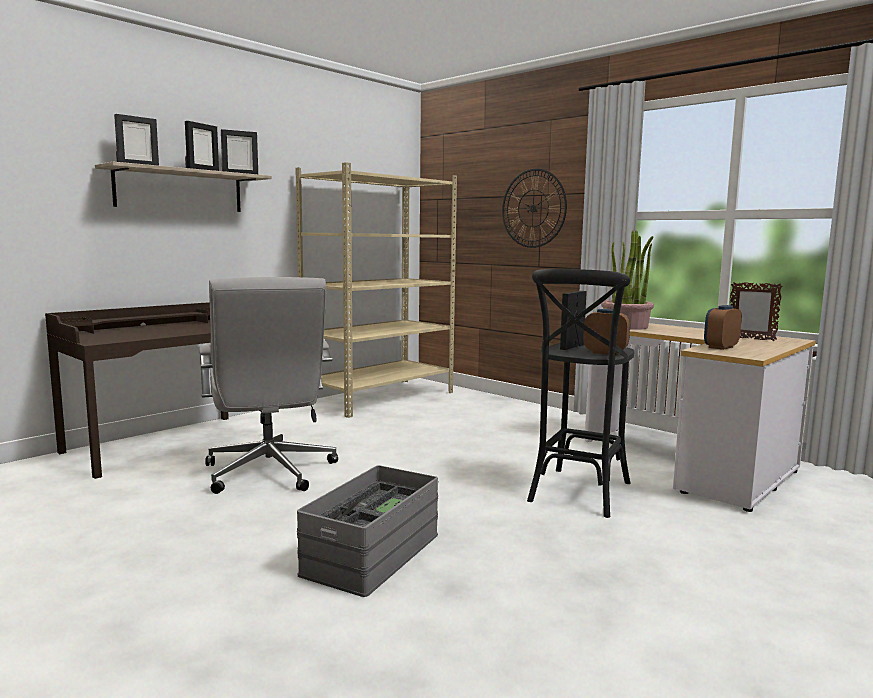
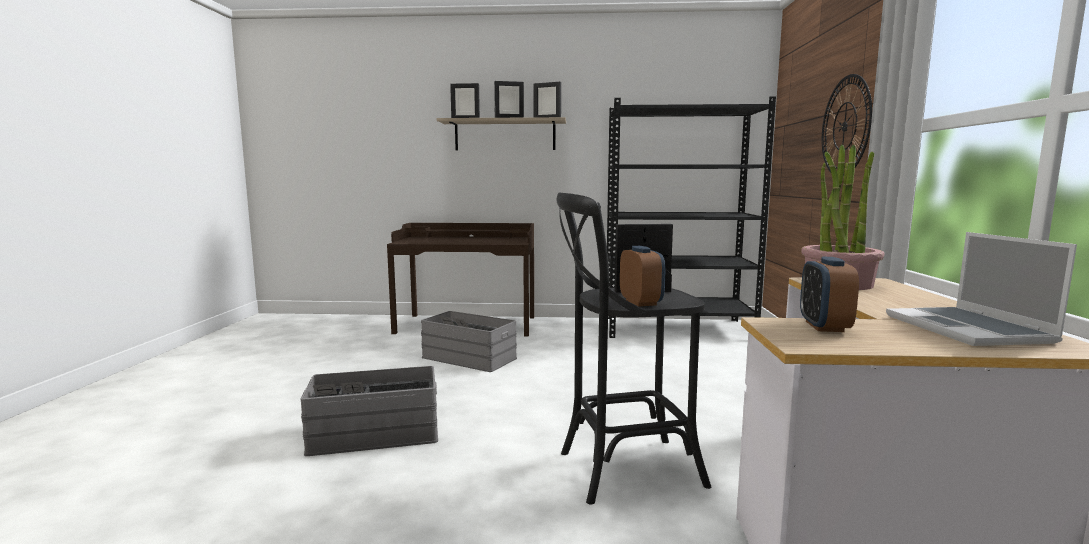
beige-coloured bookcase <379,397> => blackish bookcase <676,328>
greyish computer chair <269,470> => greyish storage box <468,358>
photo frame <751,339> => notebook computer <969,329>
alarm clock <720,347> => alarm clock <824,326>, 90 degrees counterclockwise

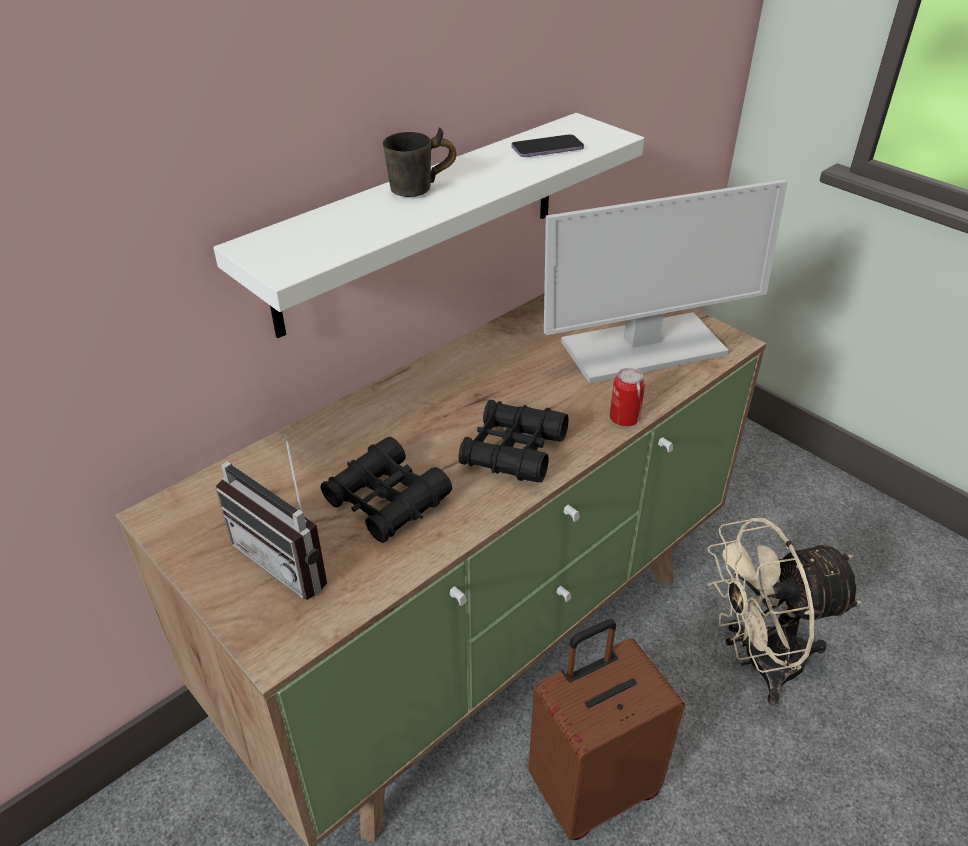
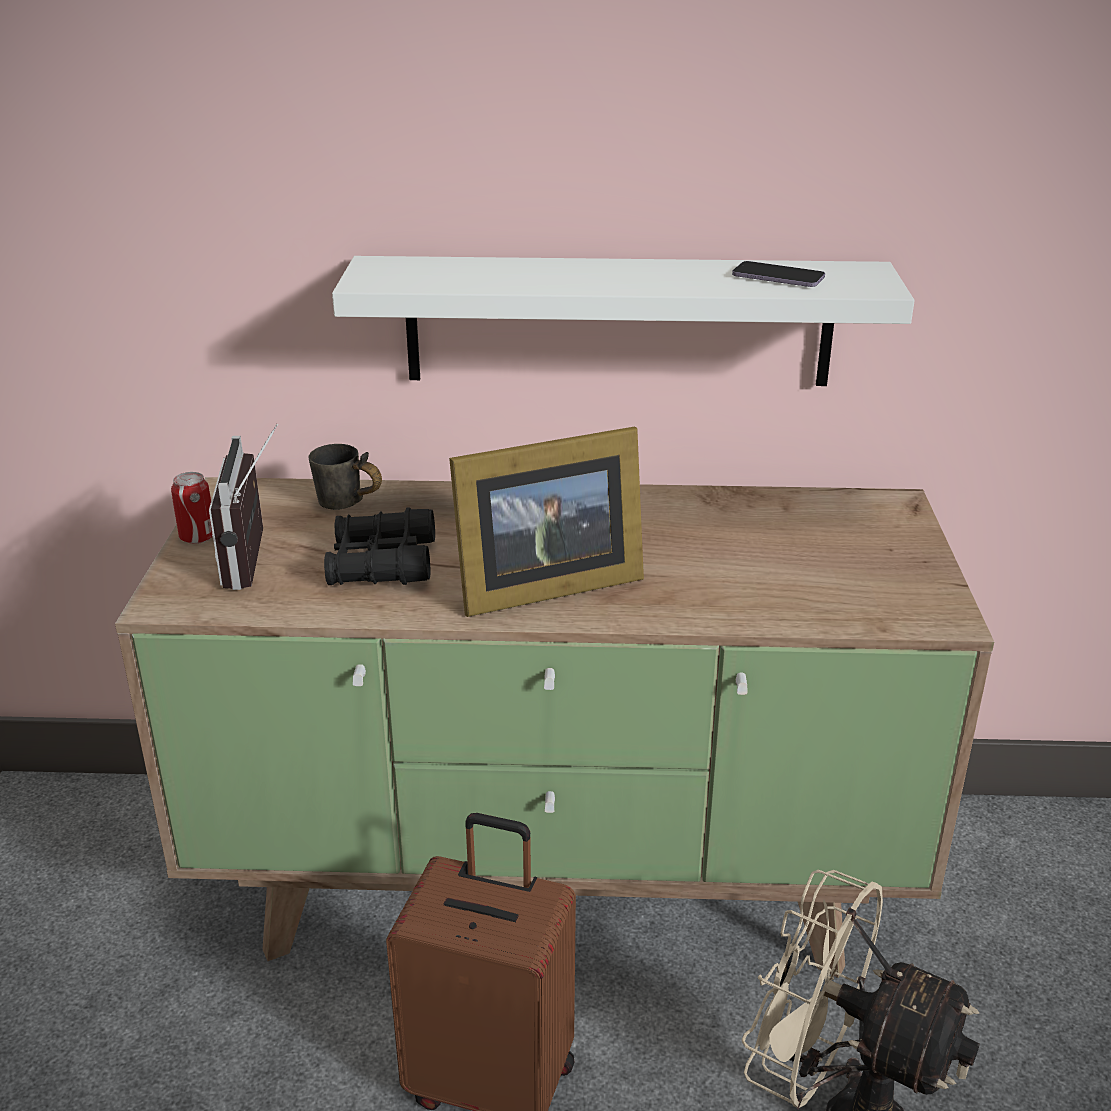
greyish mug <421,192> => greyish mug <345,507>, move
computer display <642,349> => nothing
metal can <624,419> => metal can <198,537>, move
blackish field glasses <513,451> => photo frame <541,586>

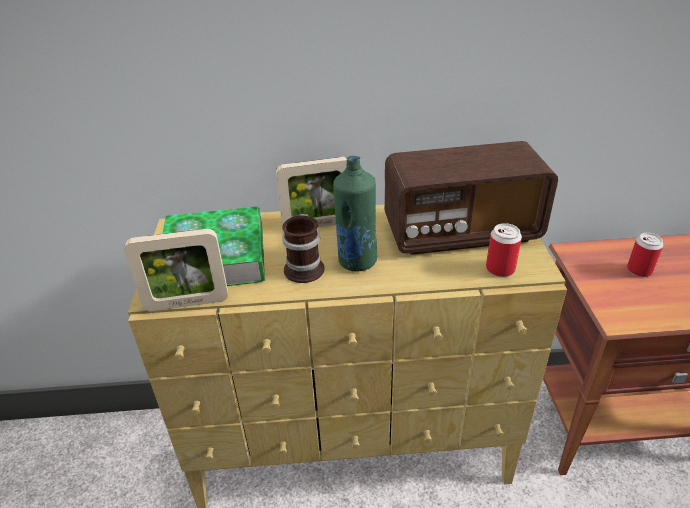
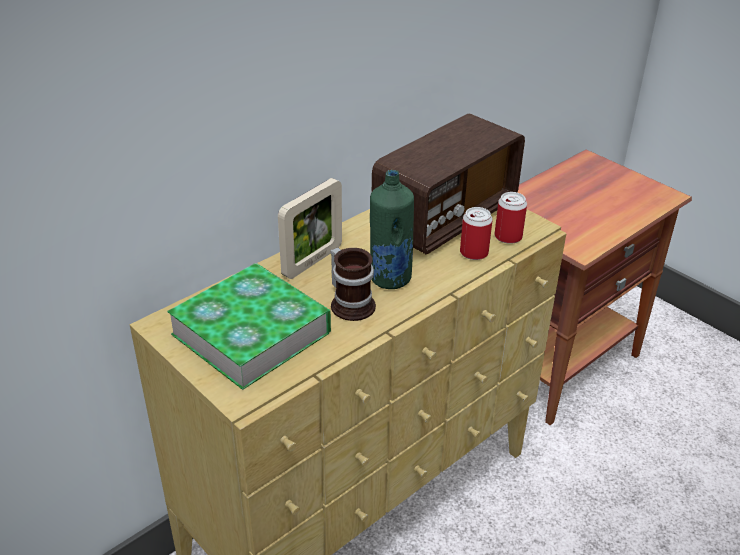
photo frame <187,303> => nothing
metal can <639,270> => metal can <474,253>, move

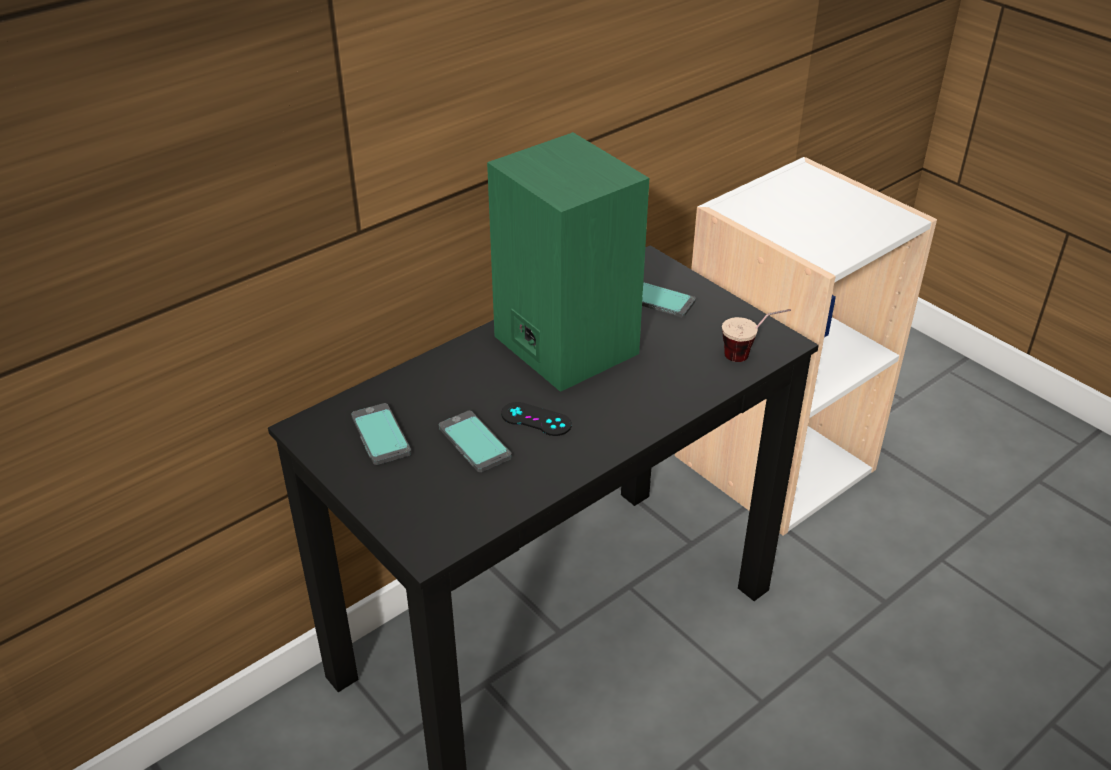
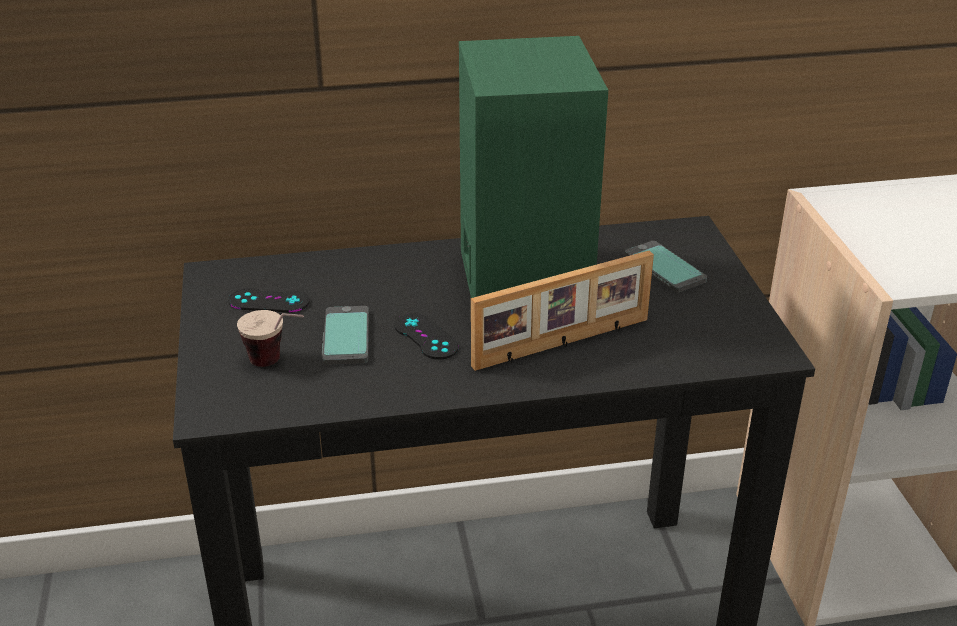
small cup <751,356> => small cup <278,365>, move
handset <380,435> => blackish joypad <269,301>
nothing => photo frame <563,344>

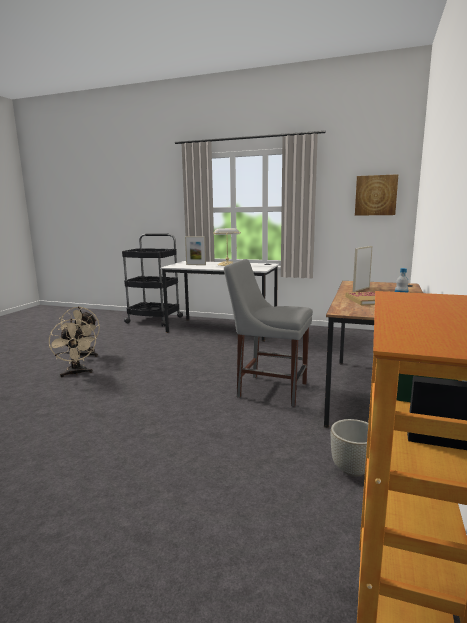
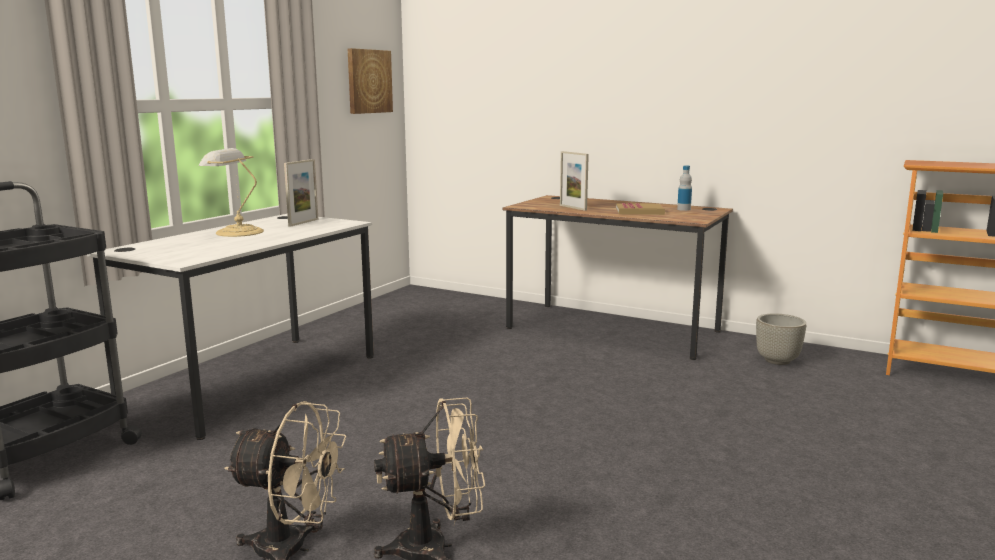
photo frame <196,265> => photo frame <303,222>, move
greyish plain chair <268,389> => nothing

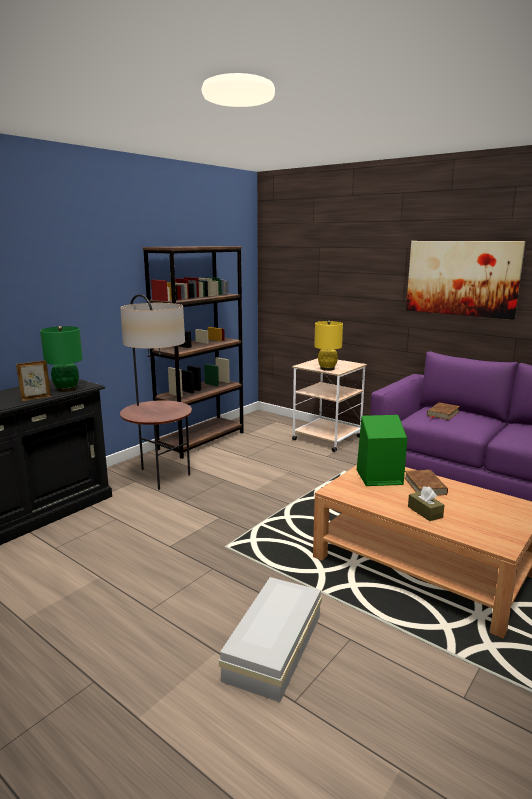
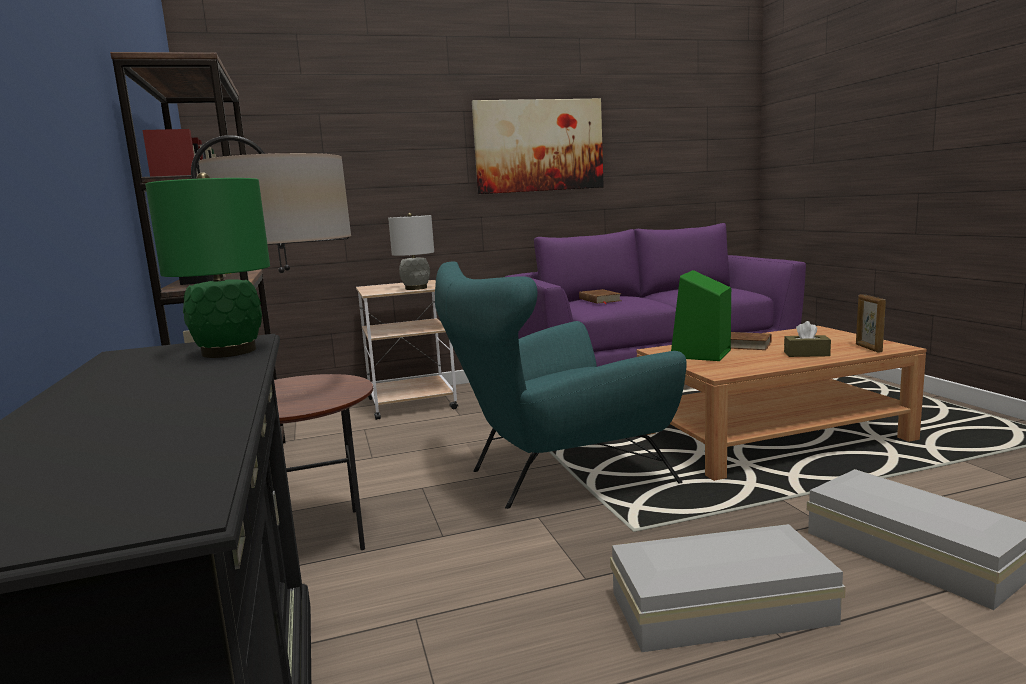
yellow tabletop lamp <327,369> => white-coloured tabletop lamp <416,288>
photo frame <36,398> => photo frame <868,348>, move
nothing => turquoise easy chair <552,474>
nothing => white-coloured storage box <725,609>

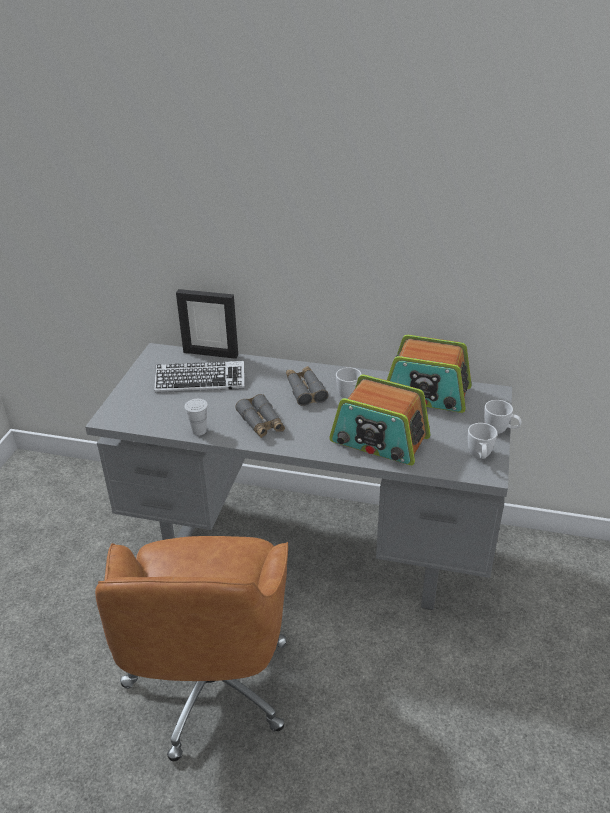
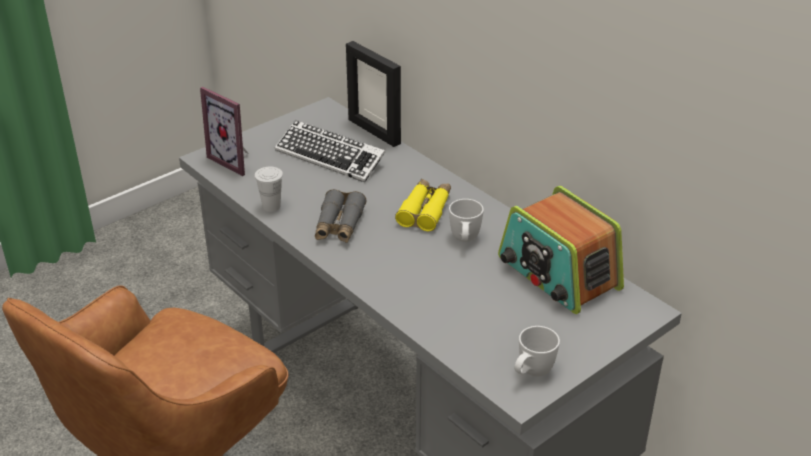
greyish field glasses <305,390> => yellow field glasses <425,210>
radio set <379,440> => nothing
white-coloured mug <500,431> => nothing
nothing => photo frame <235,160>

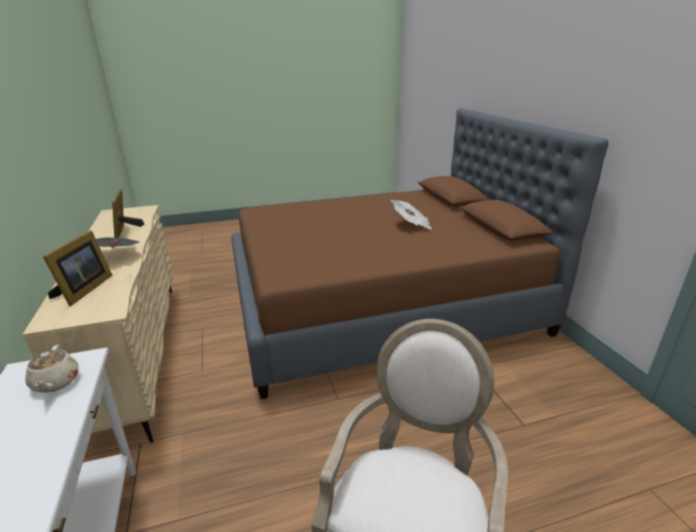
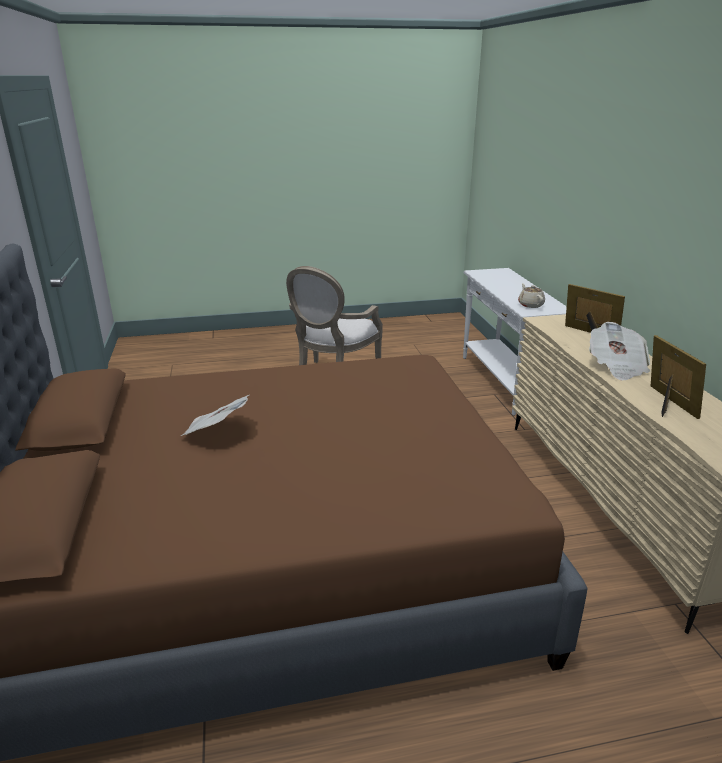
photo frame <83,290> => photo frame <590,335>, 120 degrees clockwise

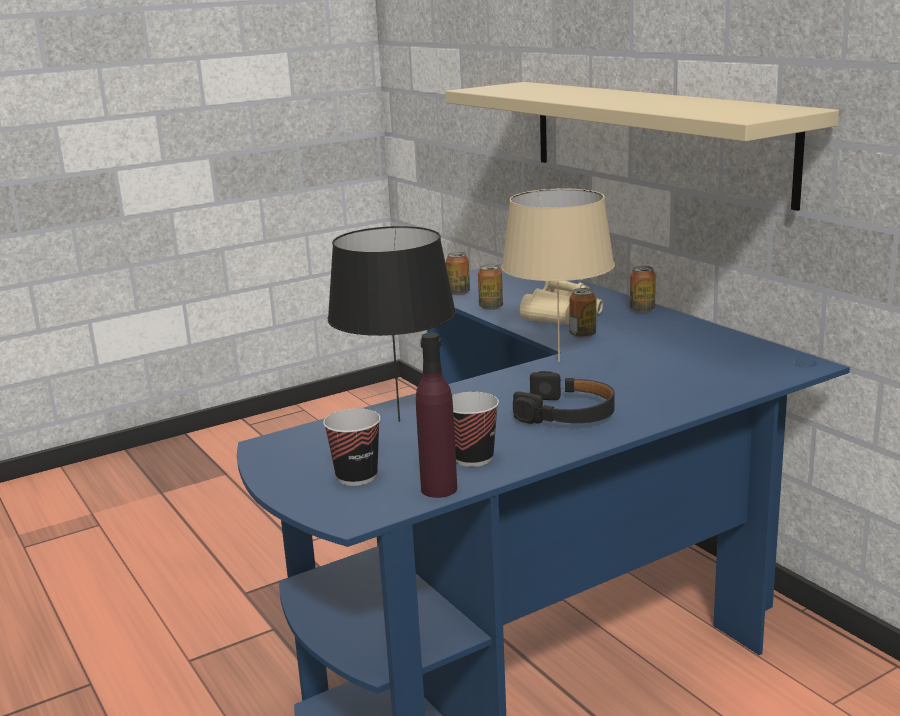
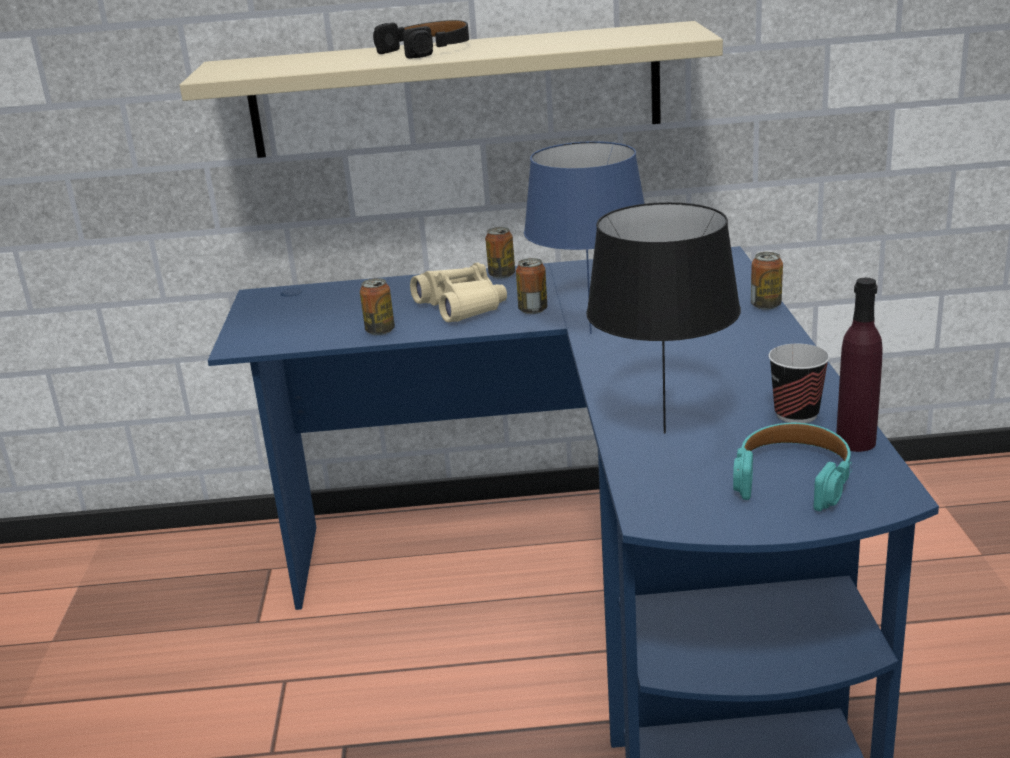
beige-coloured tabletop lamp <557,361> => bluish tabletop lamp <589,334>
metal can <458,292> => metal can <766,305>, move
blackish headphones <567,413> => blackish headphones <427,50>, move
small cup <356,477> => turquoise headphones <793,477>

